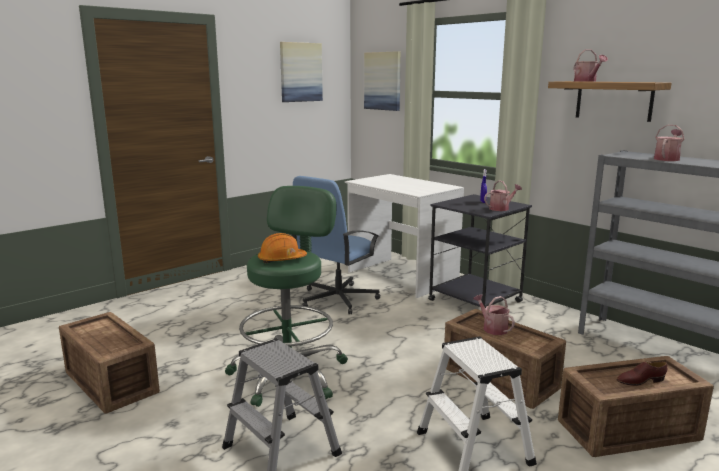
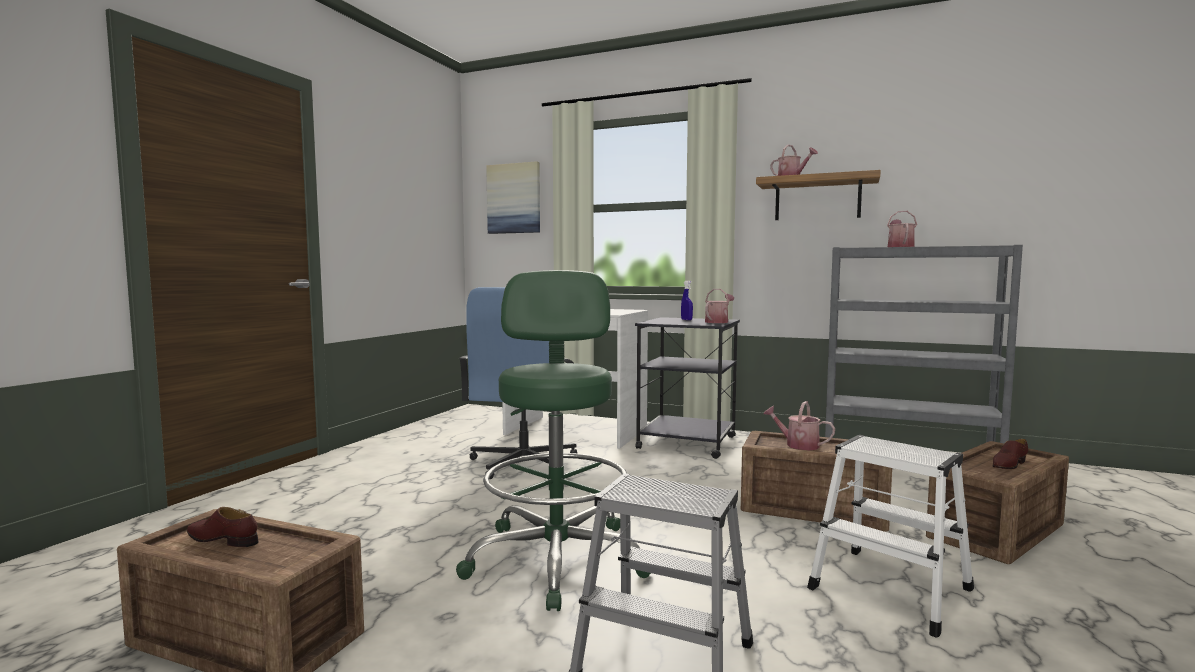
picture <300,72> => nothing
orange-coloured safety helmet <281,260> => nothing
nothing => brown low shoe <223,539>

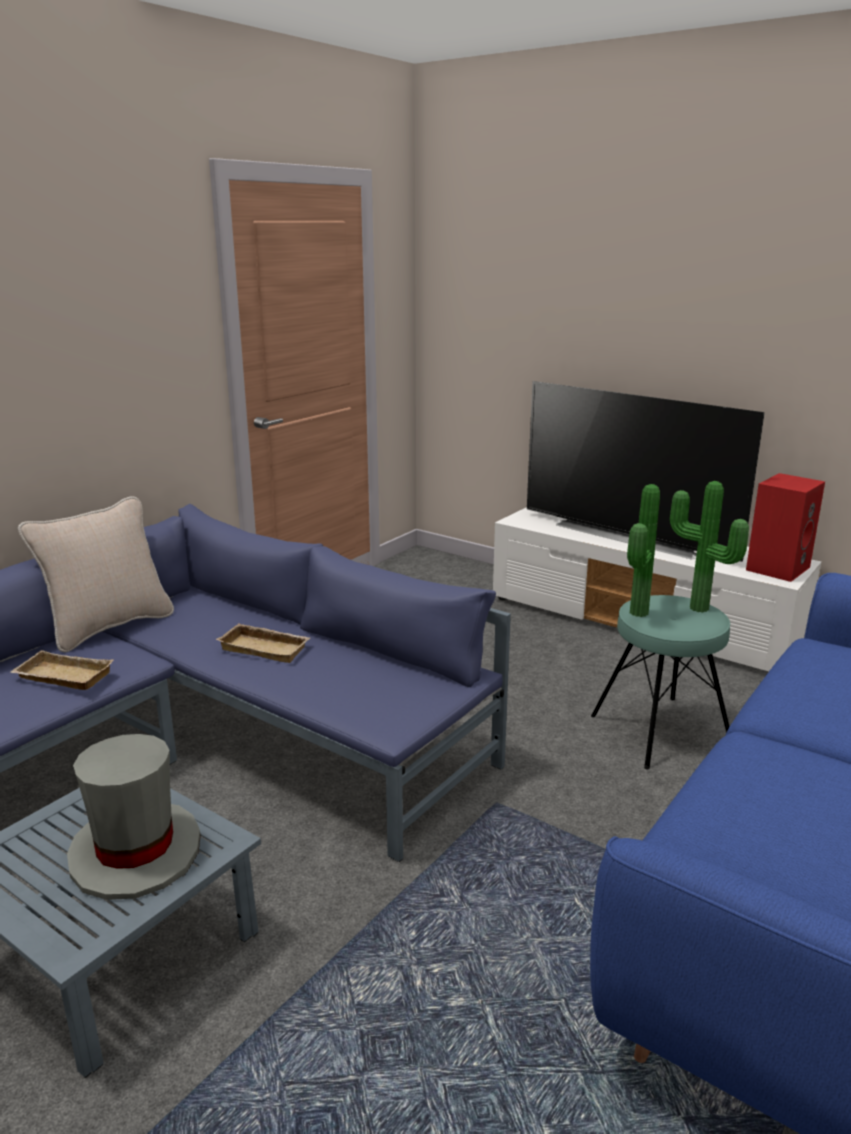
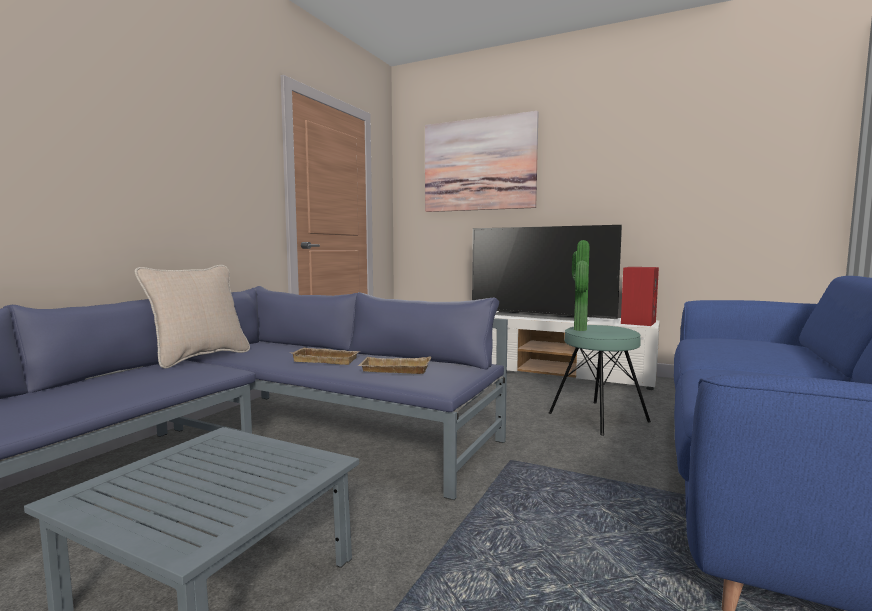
houseplant <697,609> => nothing
beige-coloured serving tray <61,677> => beige-coloured serving tray <394,370>, move
greyish clothing hat <136,852> => nothing
nothing => picture <479,165>

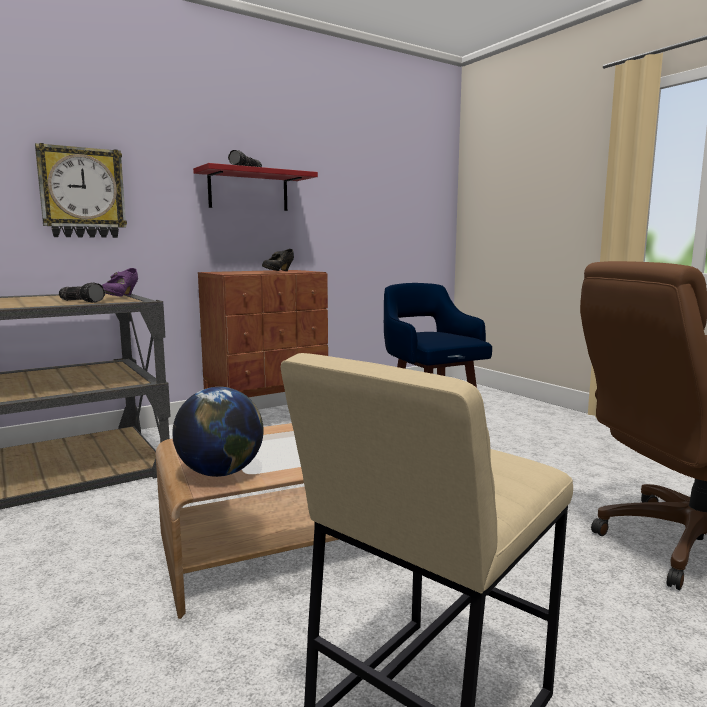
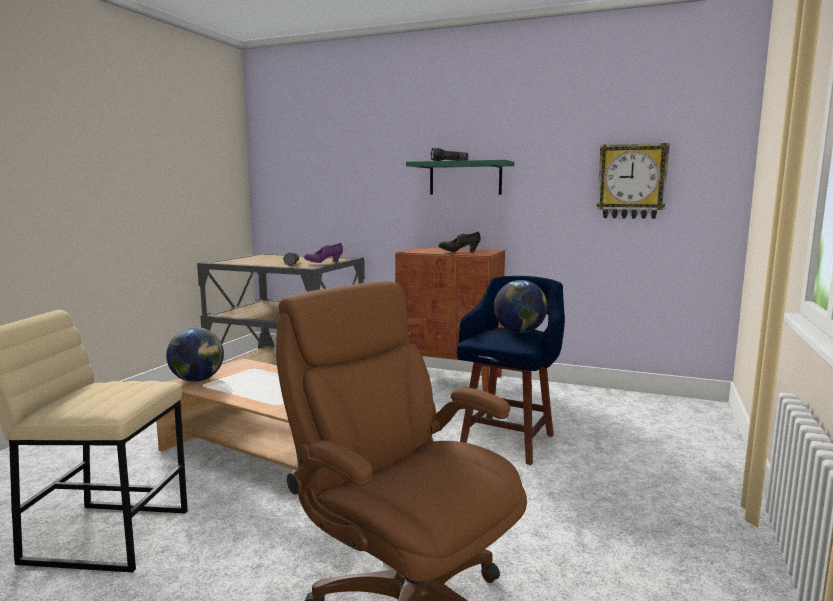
hanging clock <82,193> => hanging clock <631,181>, move
red shelf <248,191> => greenish shelf <465,178>
nothing => globe <519,332>

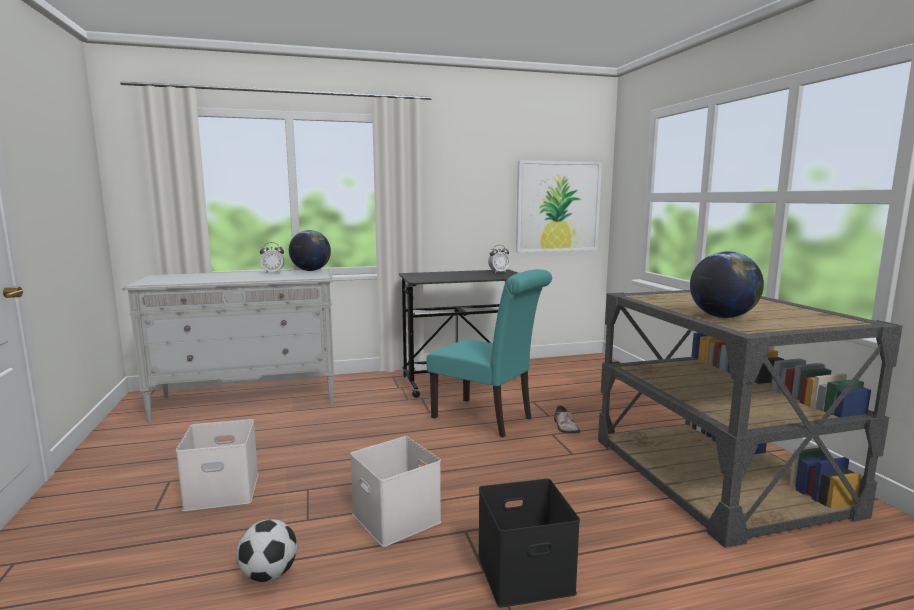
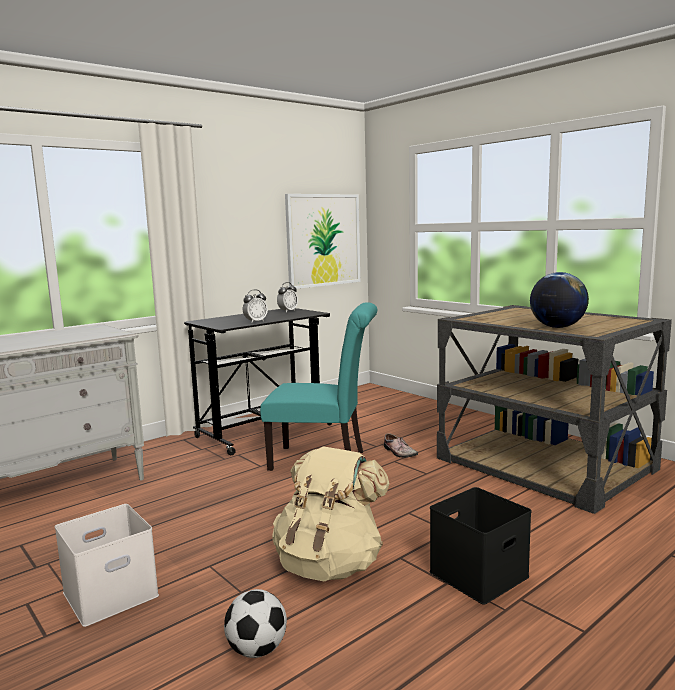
globe <311,270> => nothing
alarm clock <273,273> => alarm clock <255,322>, move
white-coloured storage box <398,518> => beige-coloured knapsack <330,564>

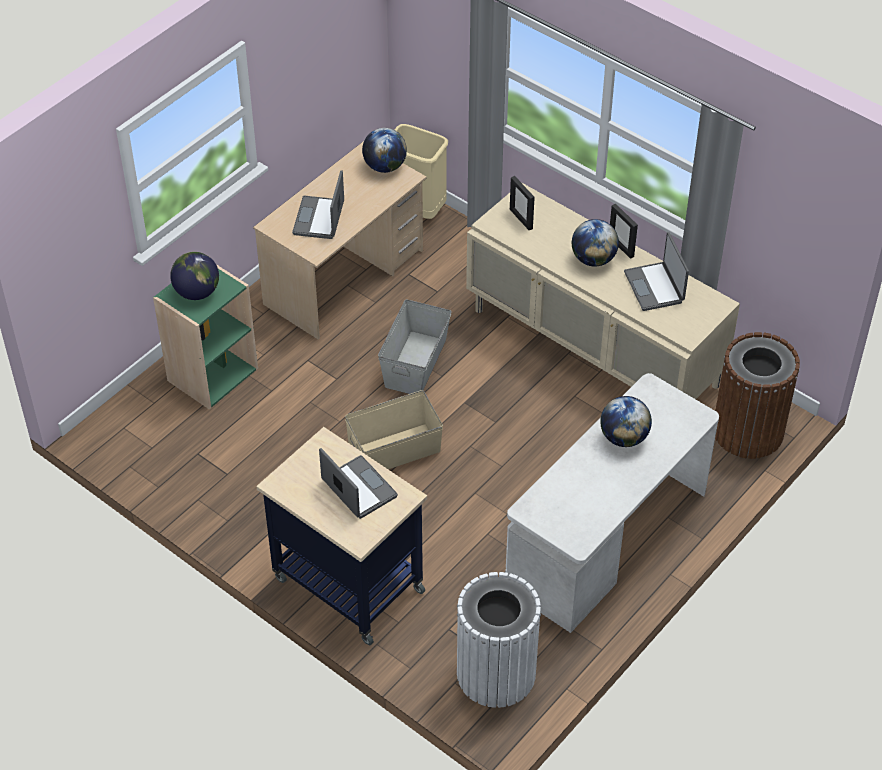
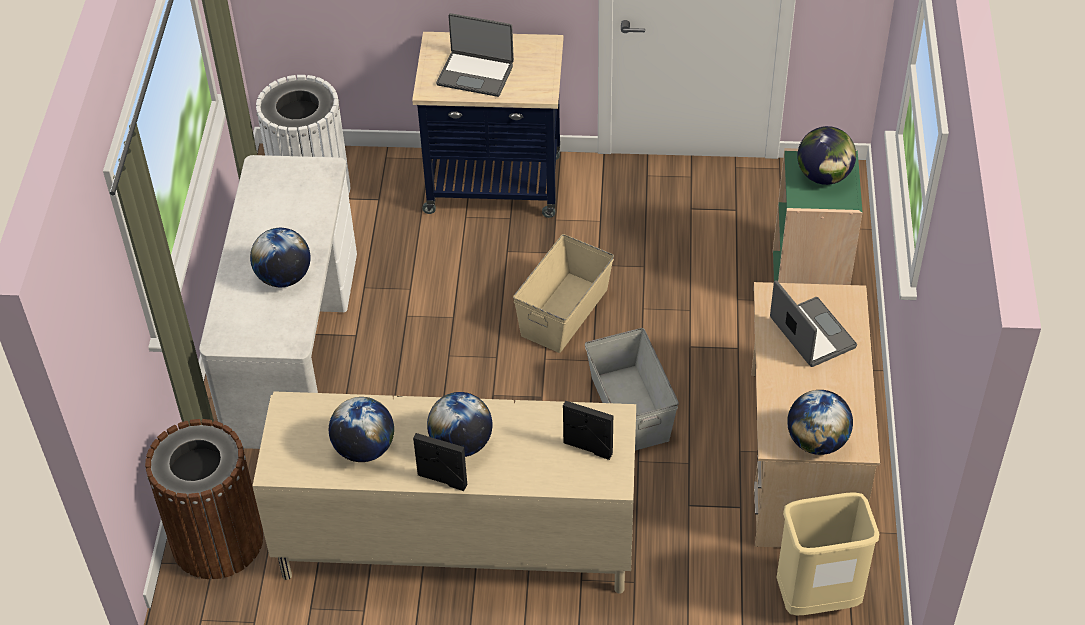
notebook computer <655,287> => globe <364,449>

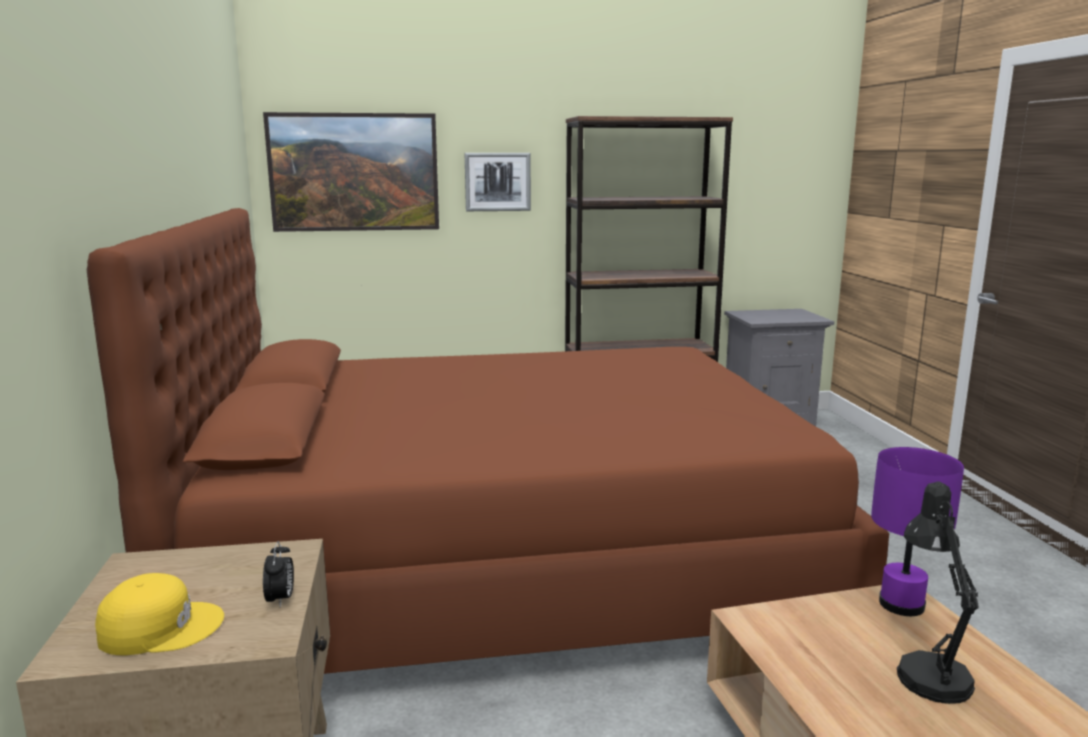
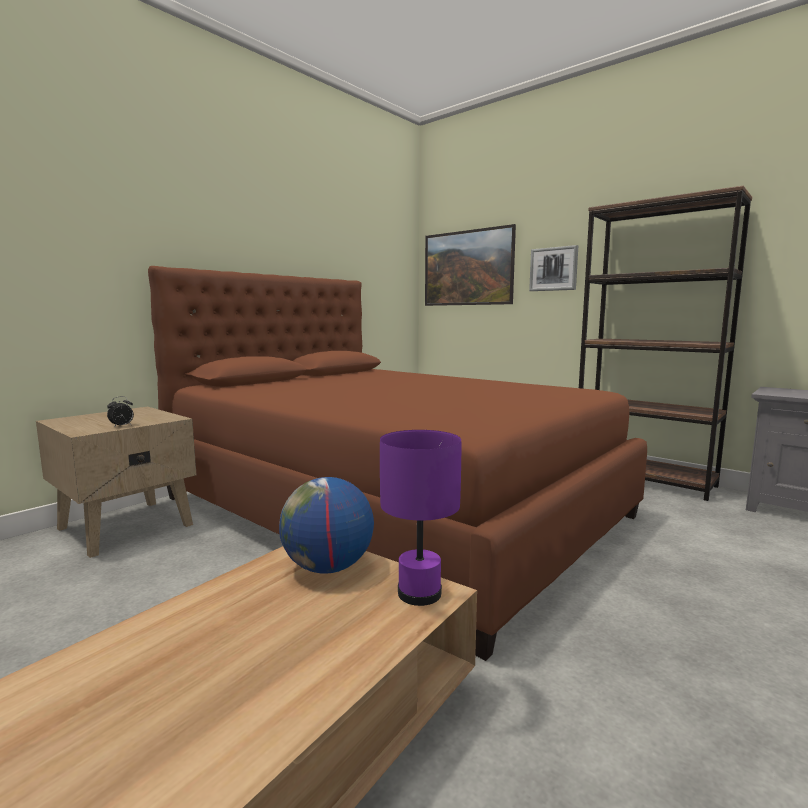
blackish tabletop lamp <928,671> => nothing
yellow cap <161,627> => nothing
nothing => globe <328,567>

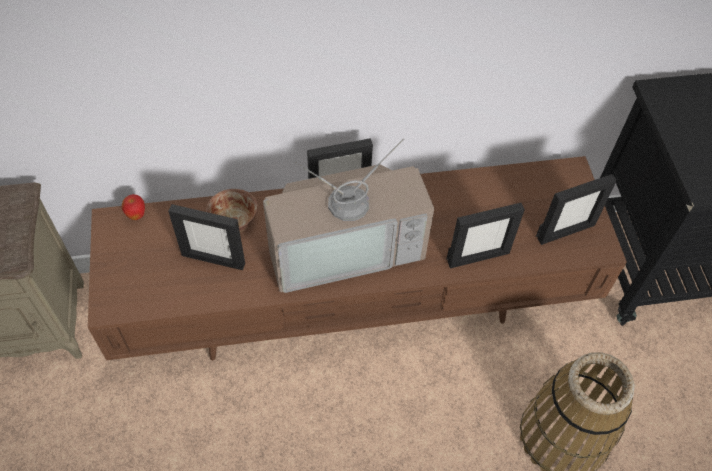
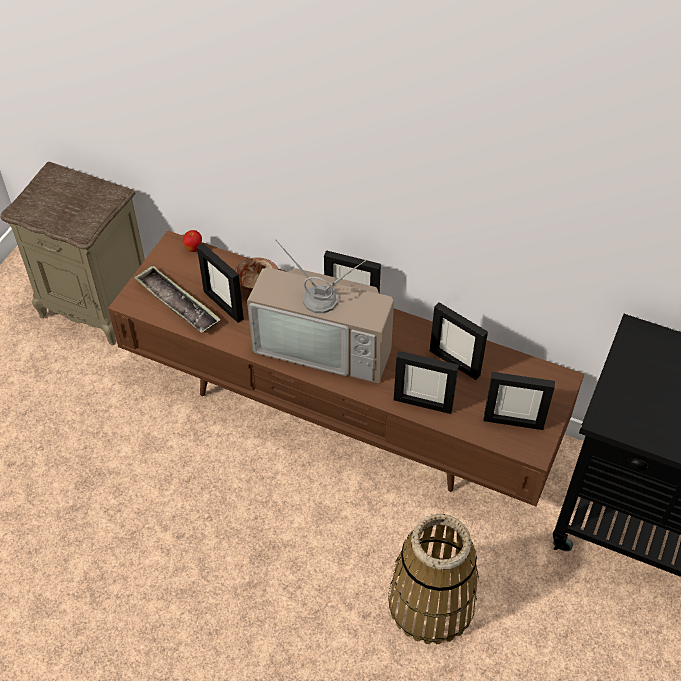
nothing => serving tray <177,303>
nothing => photo frame <455,362>

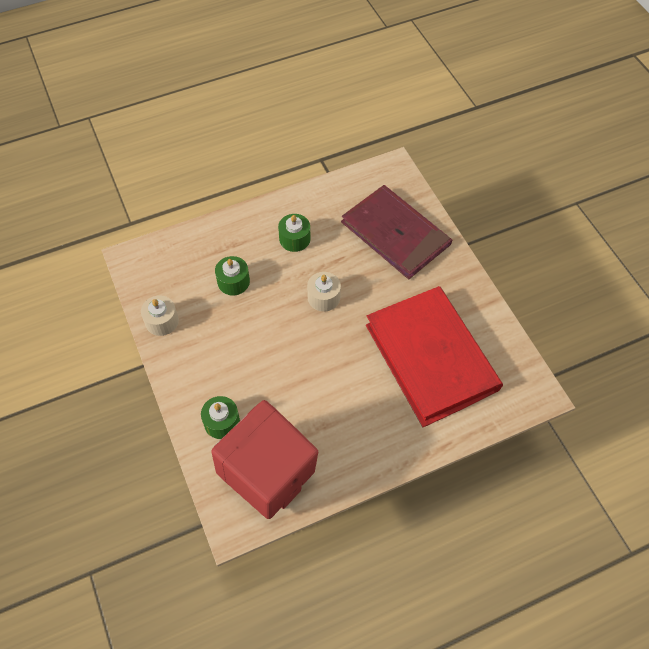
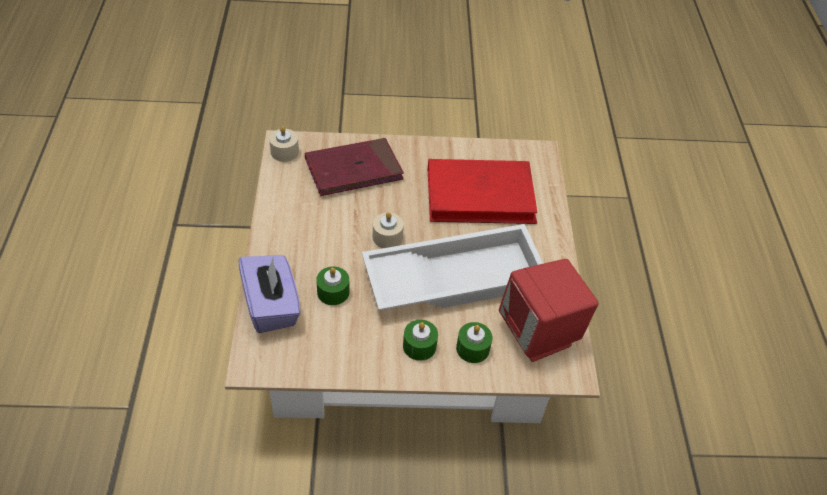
greenish wax light <294,239> => greenish wax light <419,346>, move
beige-coloured wax light <162,321> => beige-coloured wax light <284,152>, move
nothing => white-coloured serving tray <454,276>
nothing => purplish tissue holder <272,306>

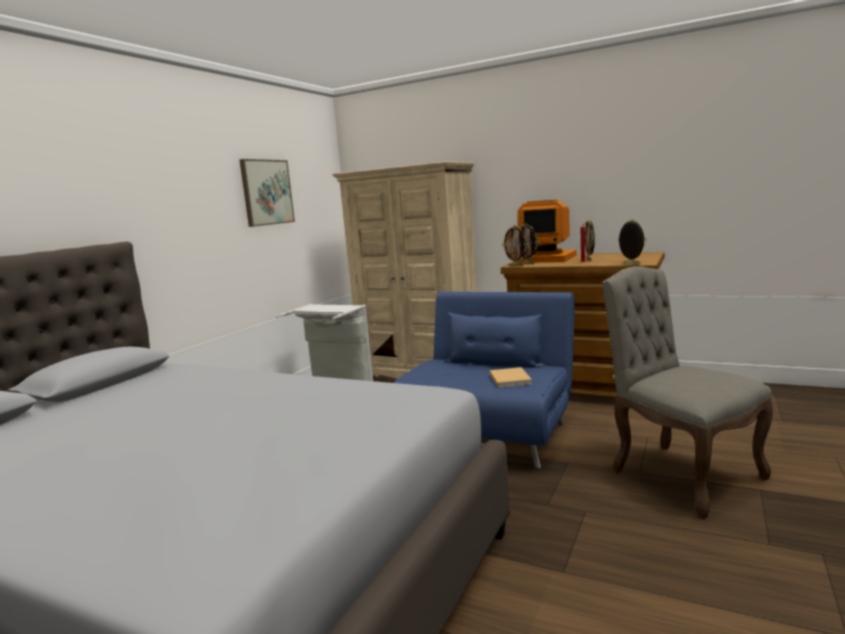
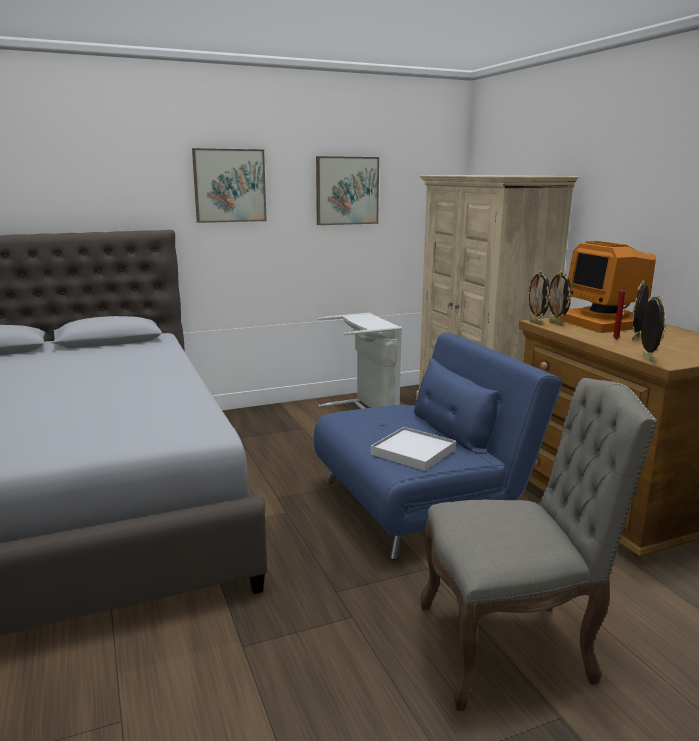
greyish plain chair <682,475> => greyish plain chair <509,647>, 75 degrees clockwise
beige-coloured book <509,379> => white-coloured serving tray <413,451>
nothing => picture <229,185>

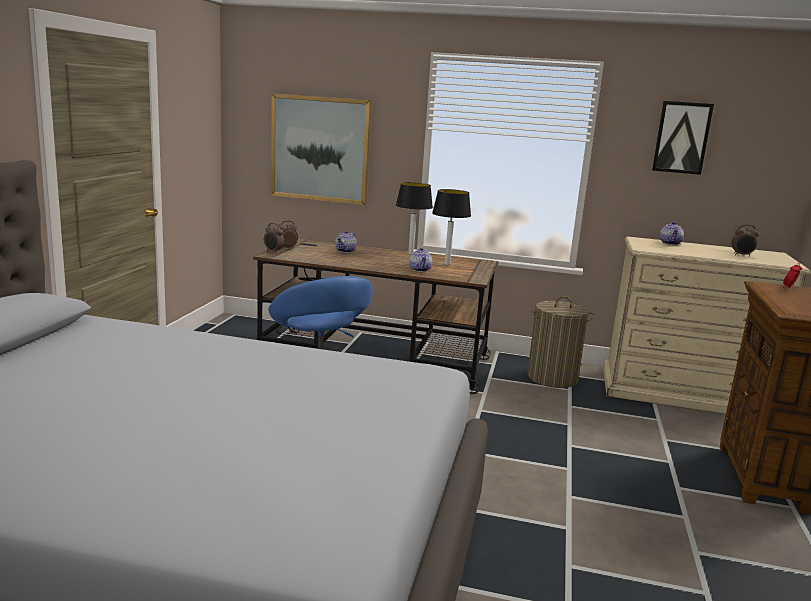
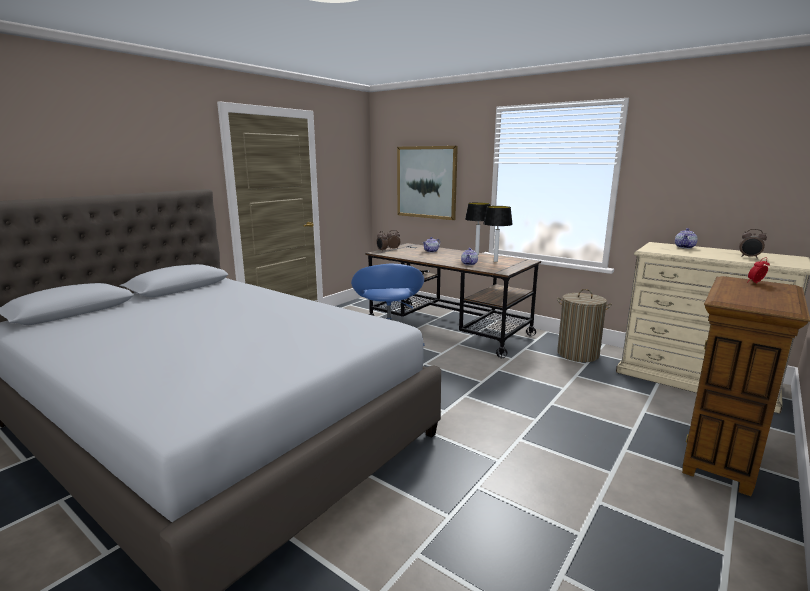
picture <681,137> => nothing

